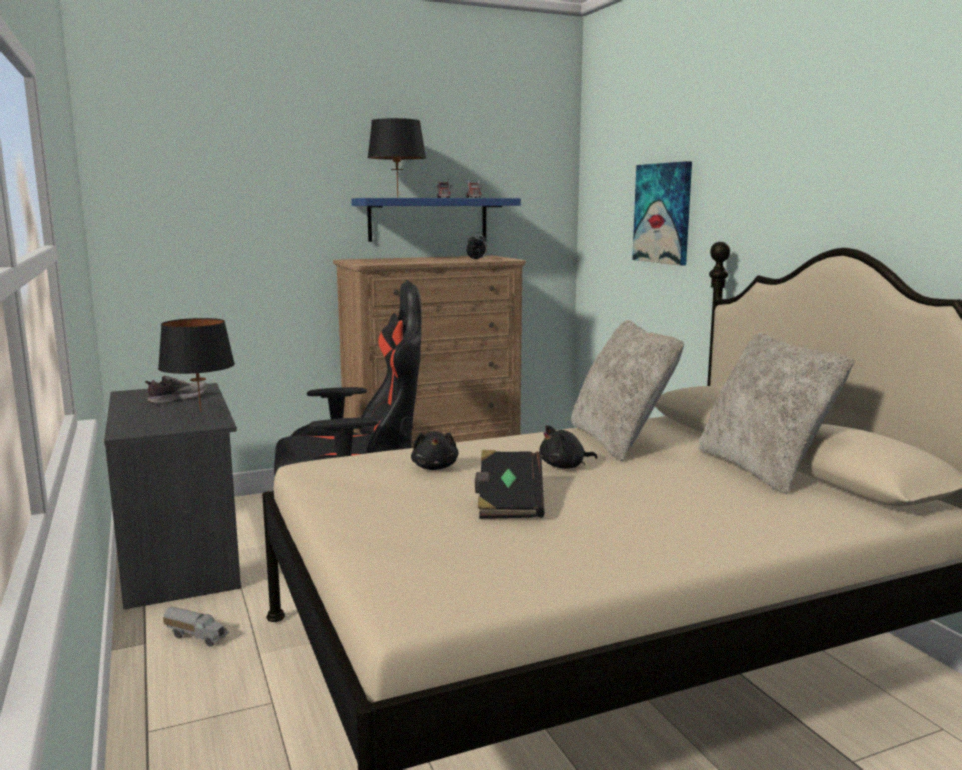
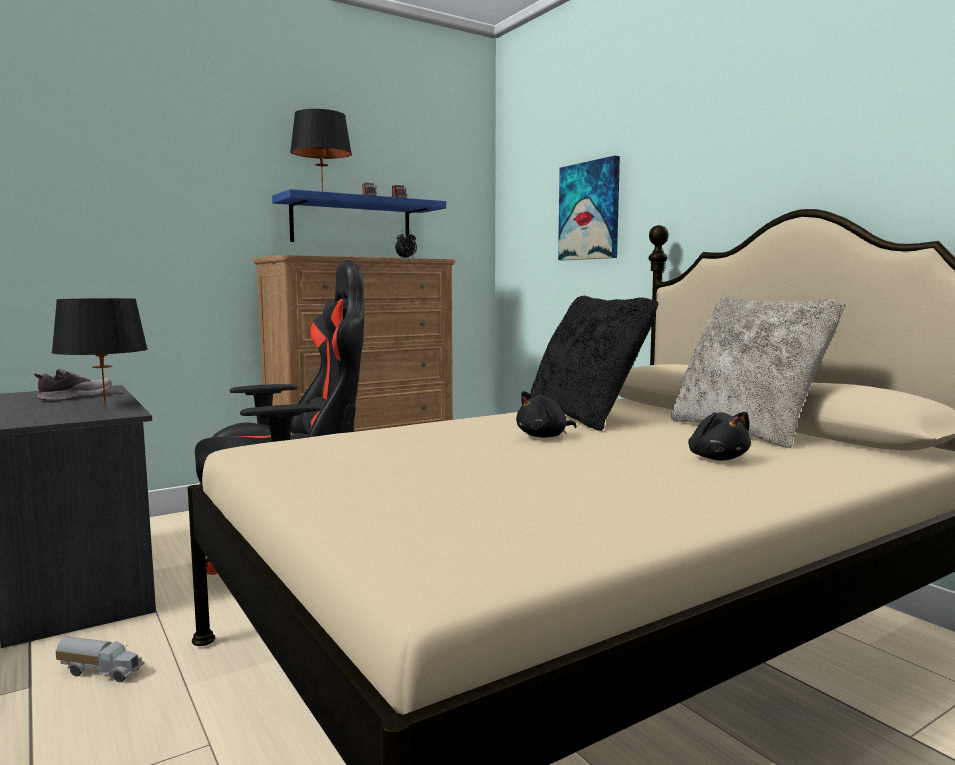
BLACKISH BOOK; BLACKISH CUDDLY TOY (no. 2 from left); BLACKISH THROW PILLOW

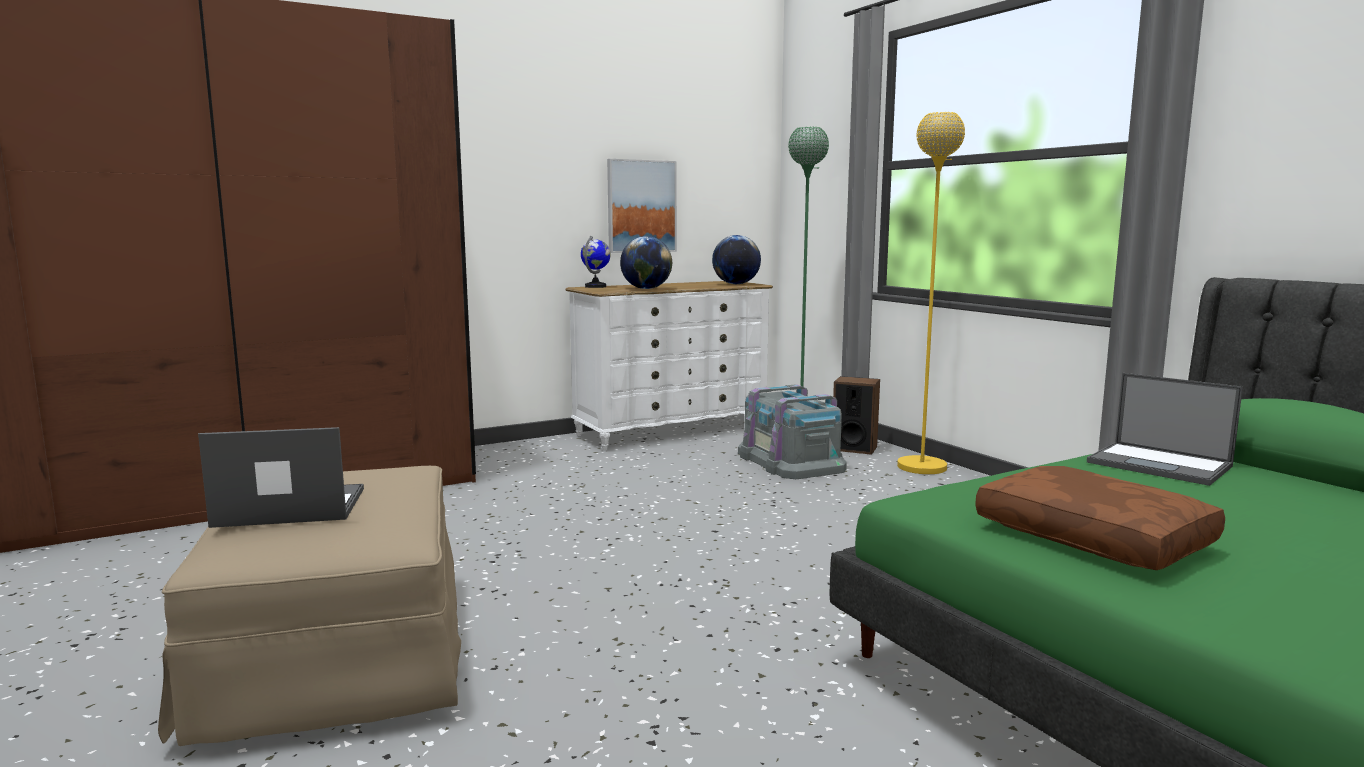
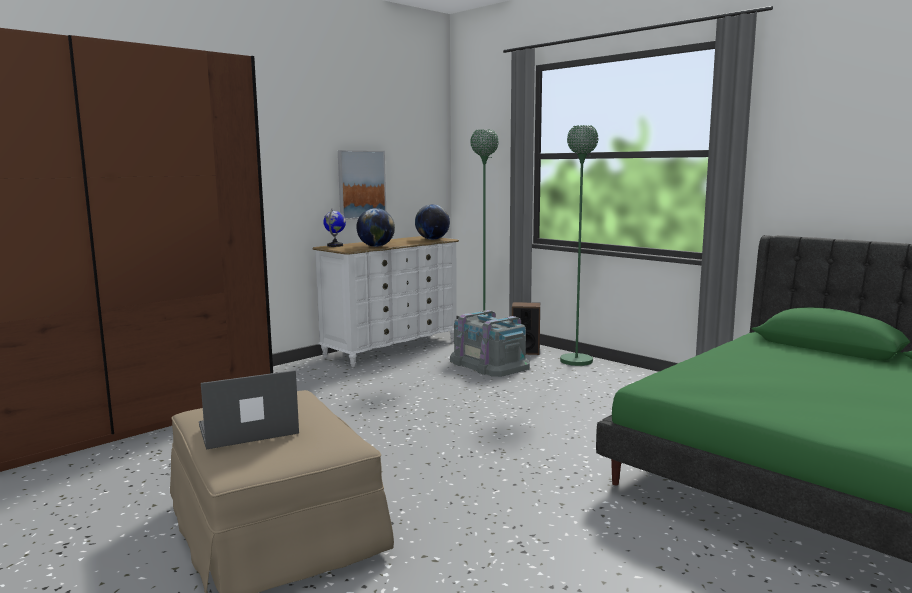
BROWN-COLOURED THROW PILLOW; PORTABLE COMPUTER (no. 2 from left in the first image); GREENISH STANDING LAMP (no. 2 from left)

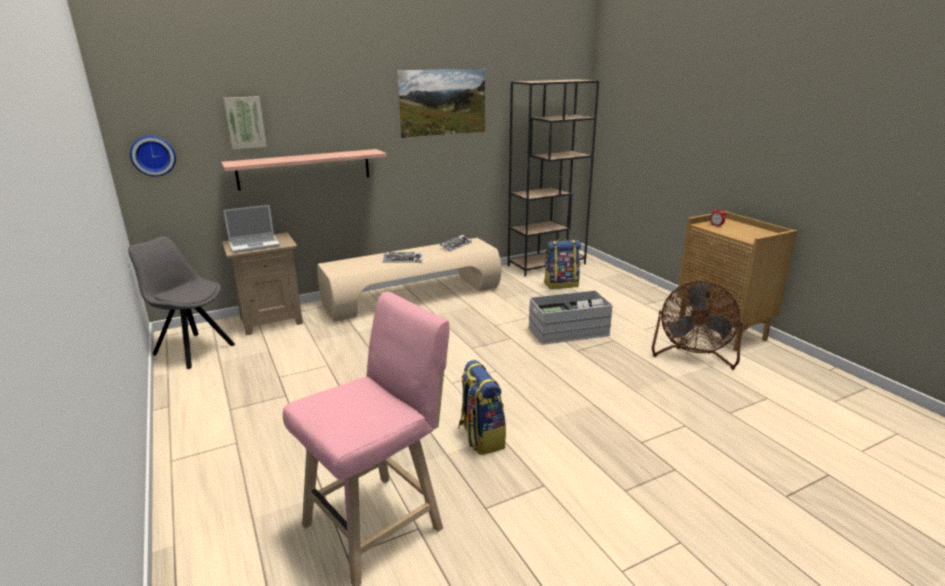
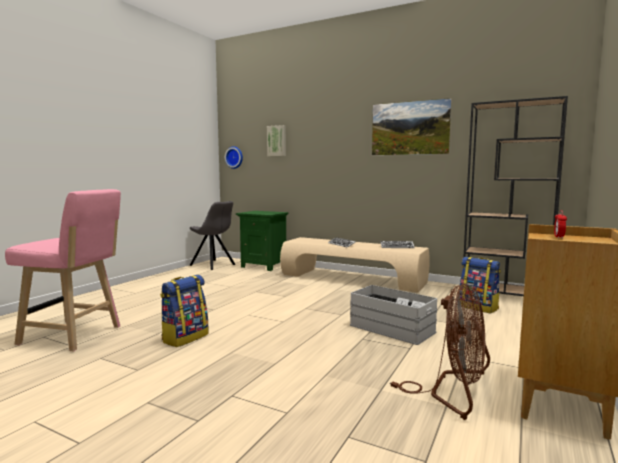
WALL SHELF; PORTABLE COMPUTER; GREENISH BEDSIDE TABLE; GRAY CHAIR; BROWN-COLOURED FAN

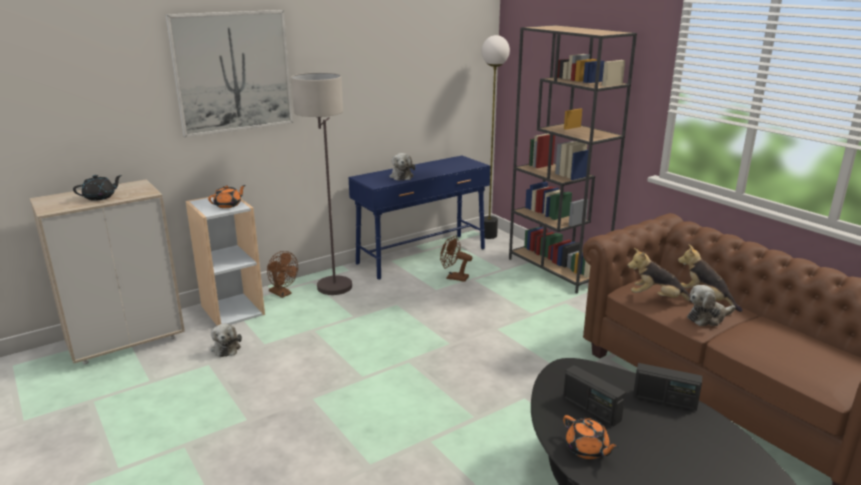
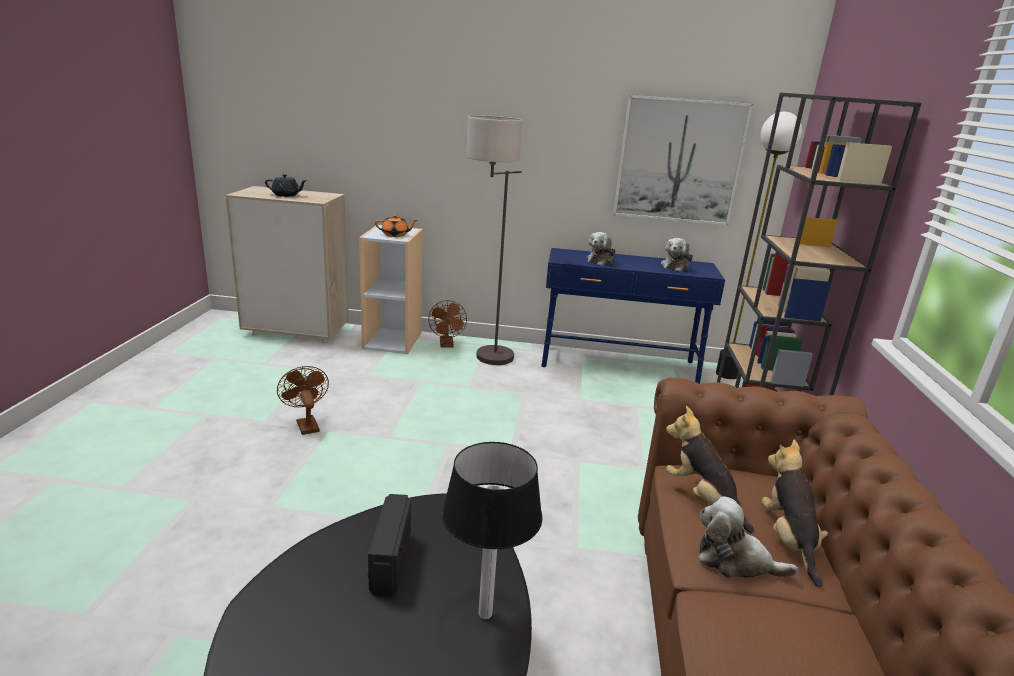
ORANGEY POT FOR TEA (no. 2 from left in the first image); WALL PICTURE; CUDDLY TOY (no. 2 from left); BROWN-COLOURED FAN (no. 1 from left); LAMP FOR A TABLE

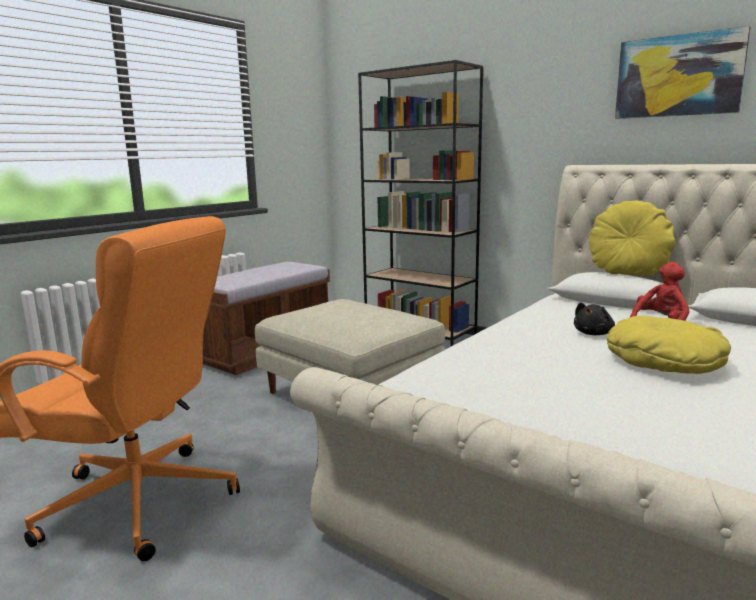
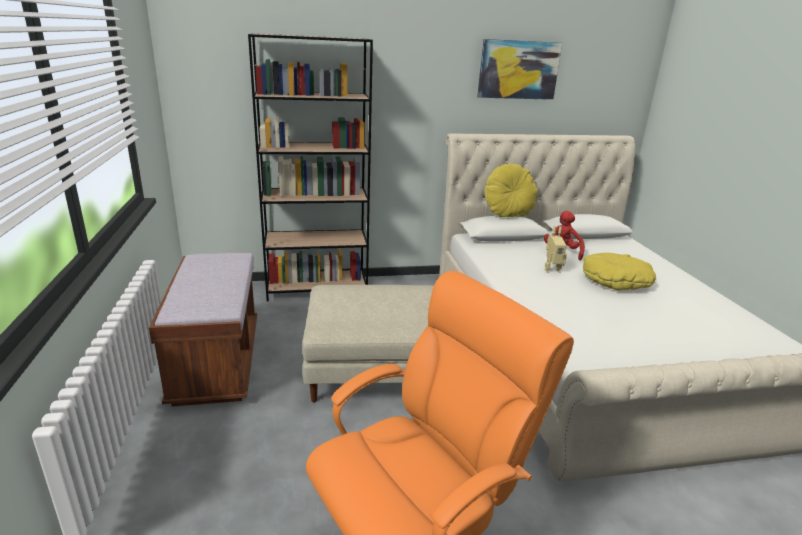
TOY ROBOT

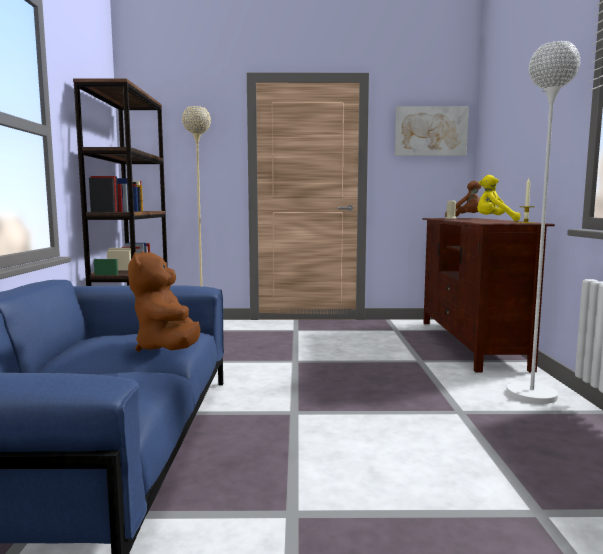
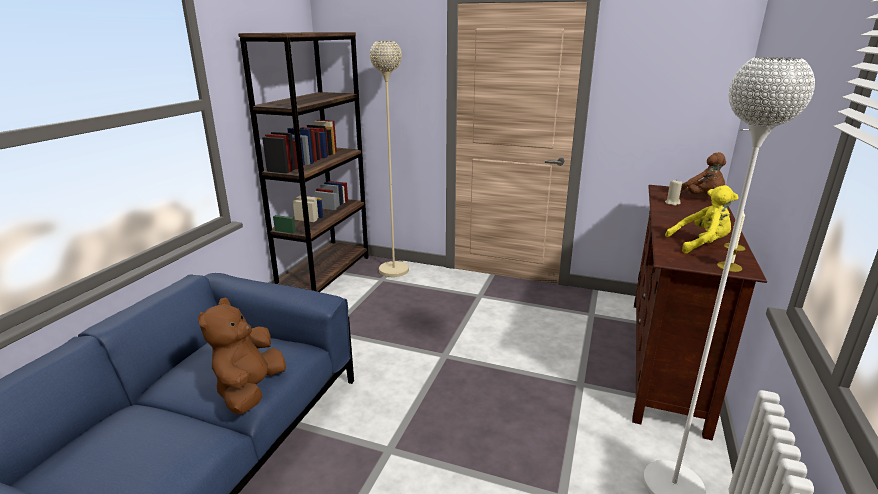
WALL PICTURE; YELLOWISH CUDDLY TOY

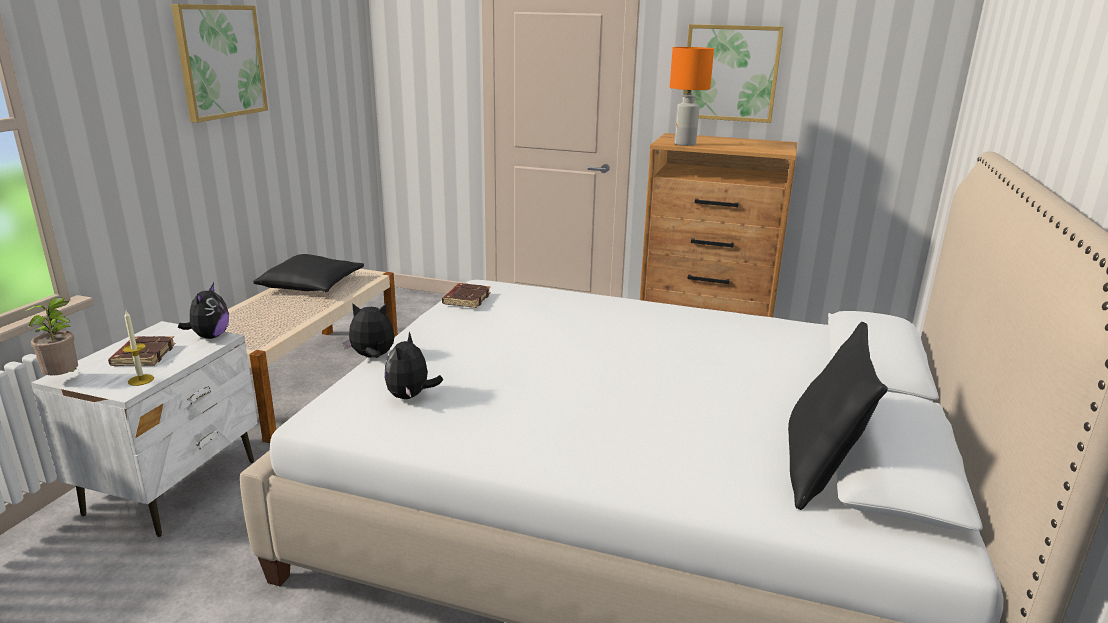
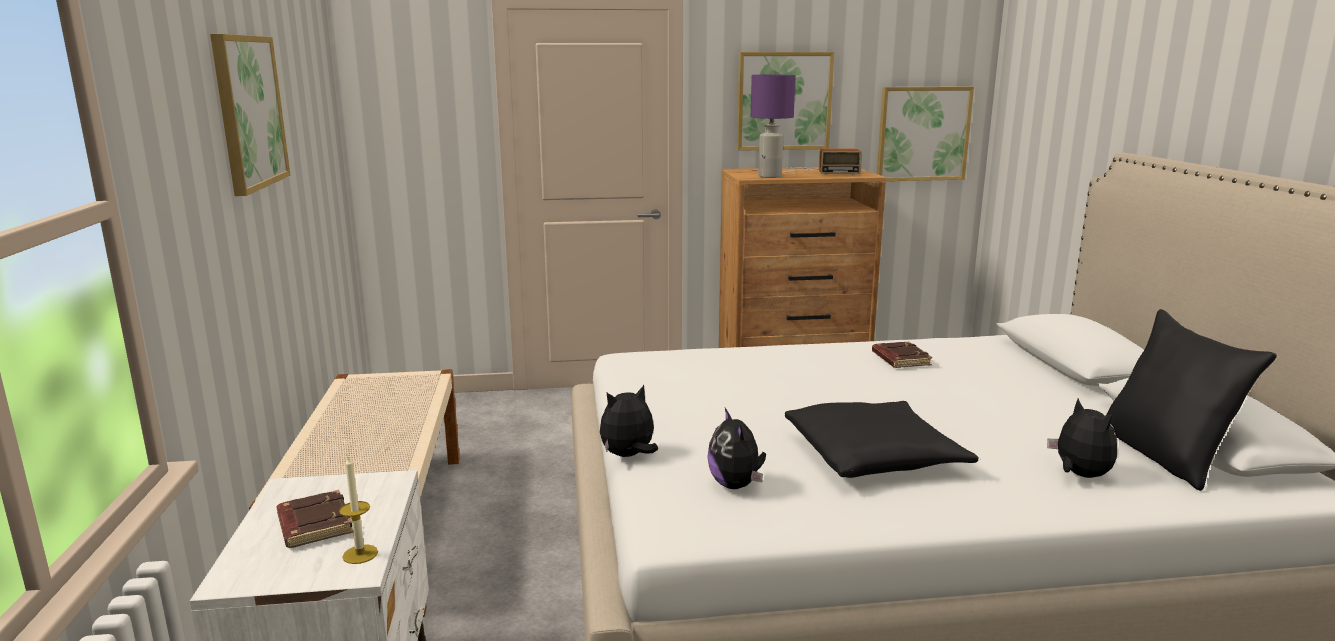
HOUSEPLANT; RADIO SET; WALL PICTURE (no. 3 from left); CUDDLY TOY (no. 3 from left); BLACKISH THROW PILLOW (no. 1 from left); BROWN-COLOURED BOOK (no. 2 from left); PURPLISH LAMP FOR A TABLE

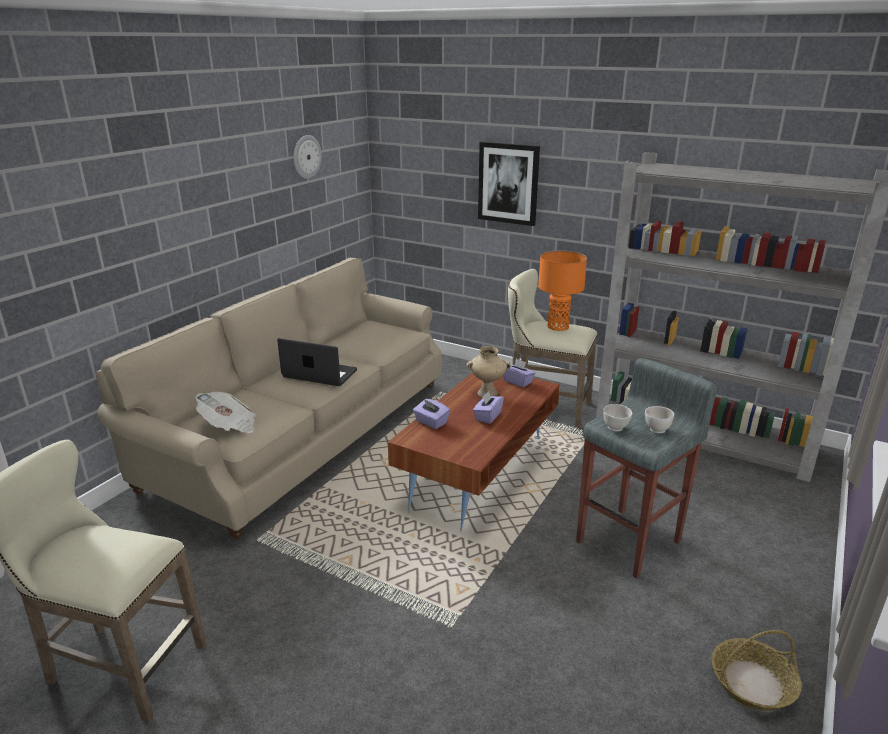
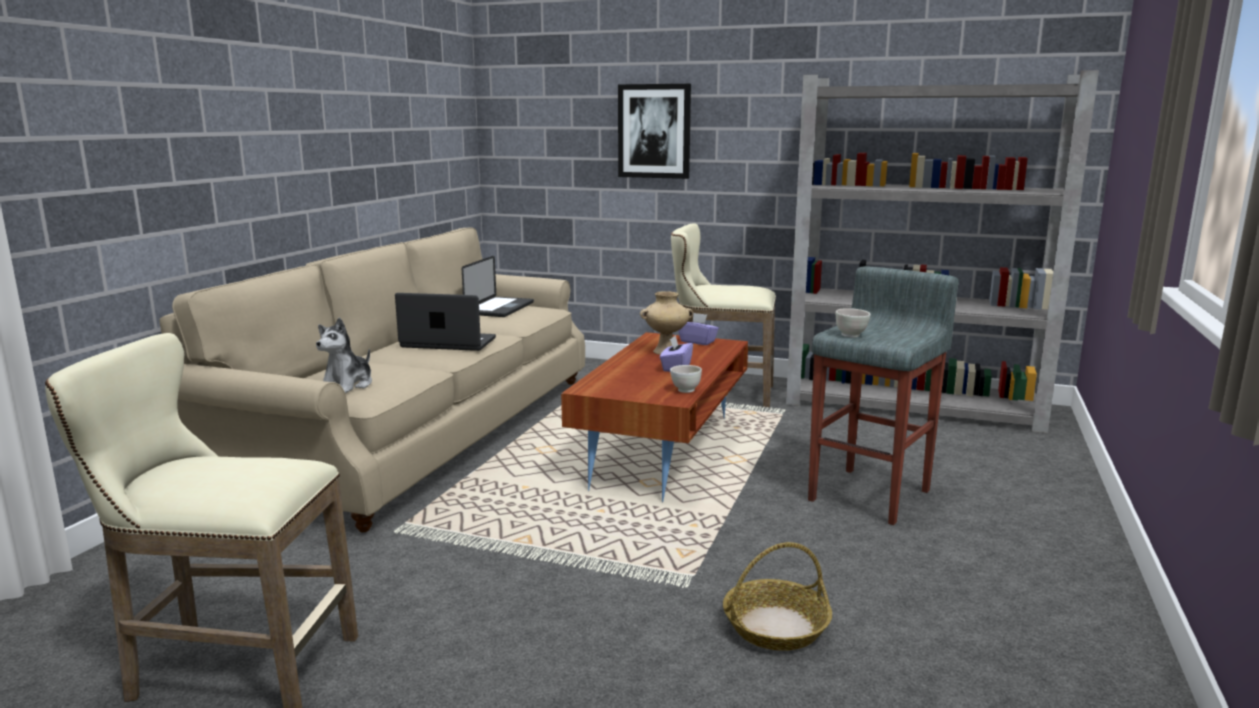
HANGING CLOCK; PURPLISH BOX OF TISSUES (no. 1 from left in the first image); ORANGEY LAMP FOR A TABLE; PORTABLE COMPUTER (no. 2 from left); WHITE-COLOURED BOWL (no. 1 from left); BASKET; CUDDLY TOY

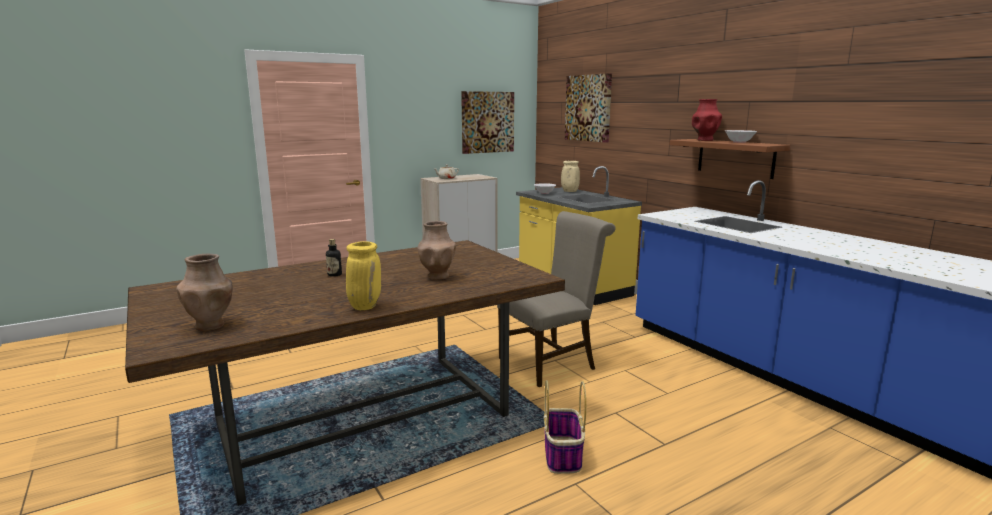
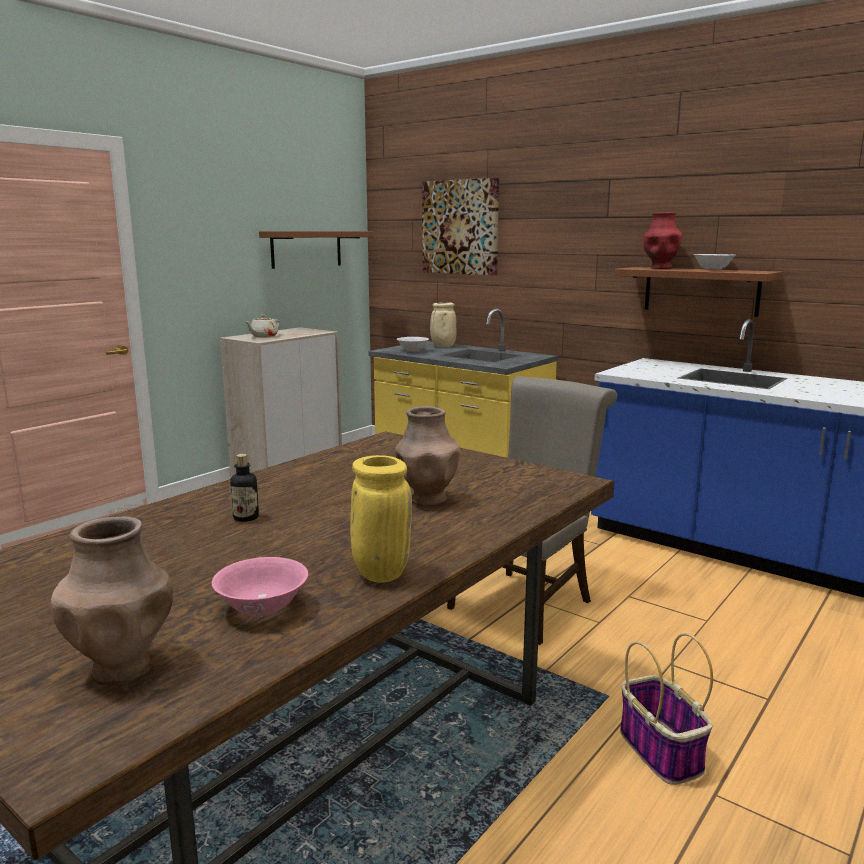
PINK-COLOURED BOWL; BROWN-COLOURED WALL SHELF (no. 1 from left)

